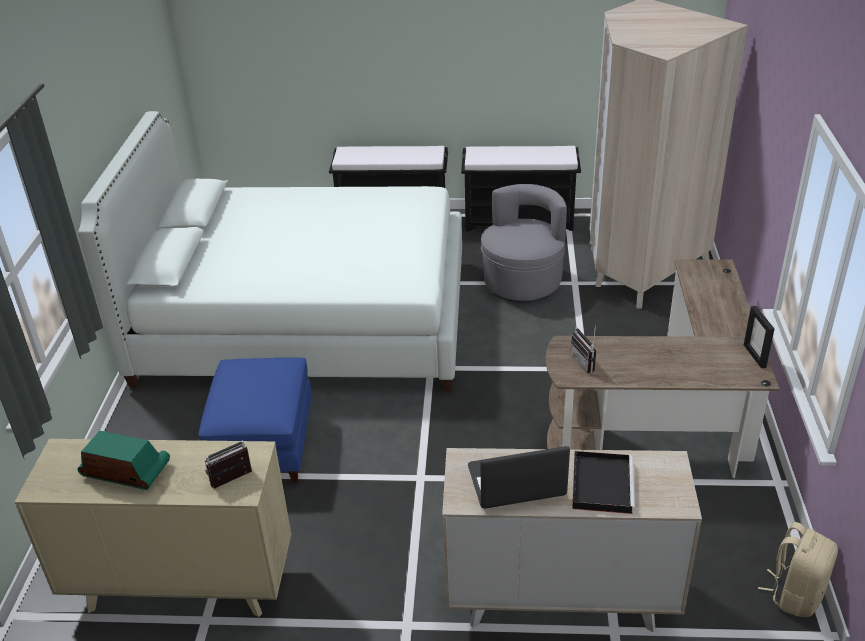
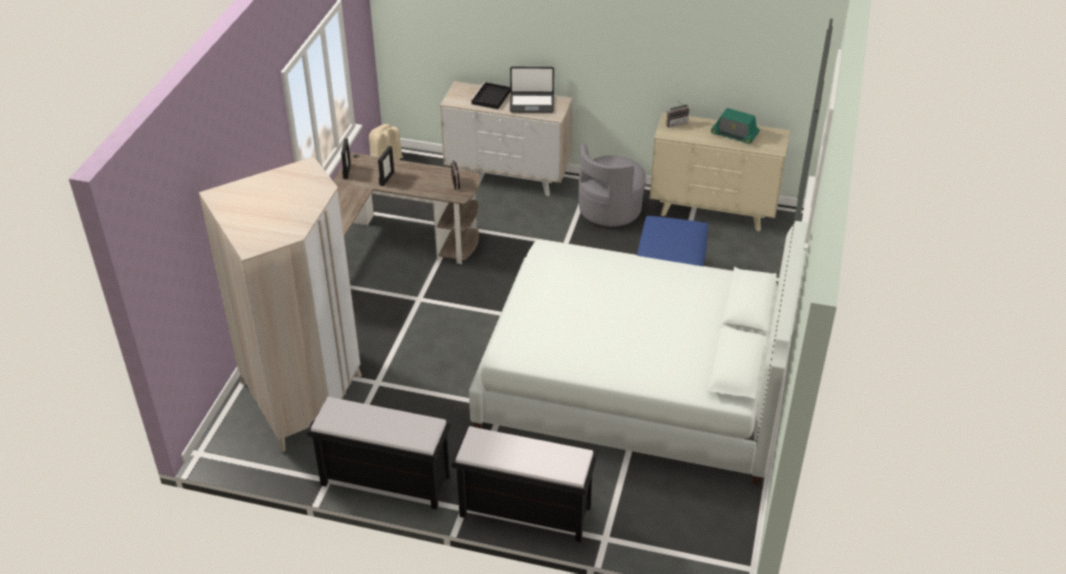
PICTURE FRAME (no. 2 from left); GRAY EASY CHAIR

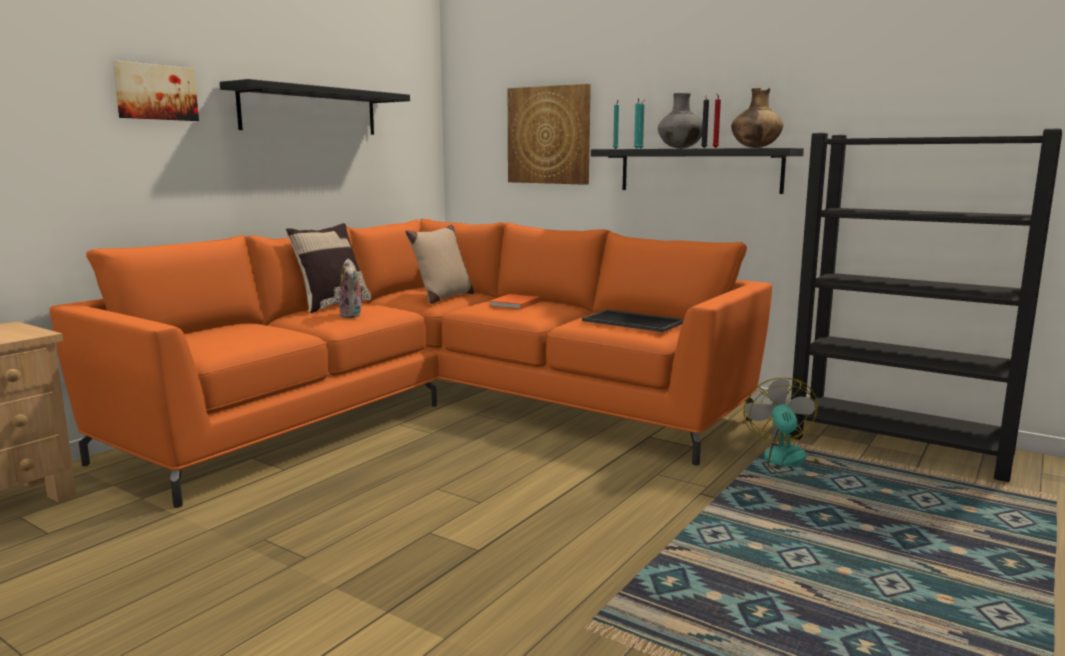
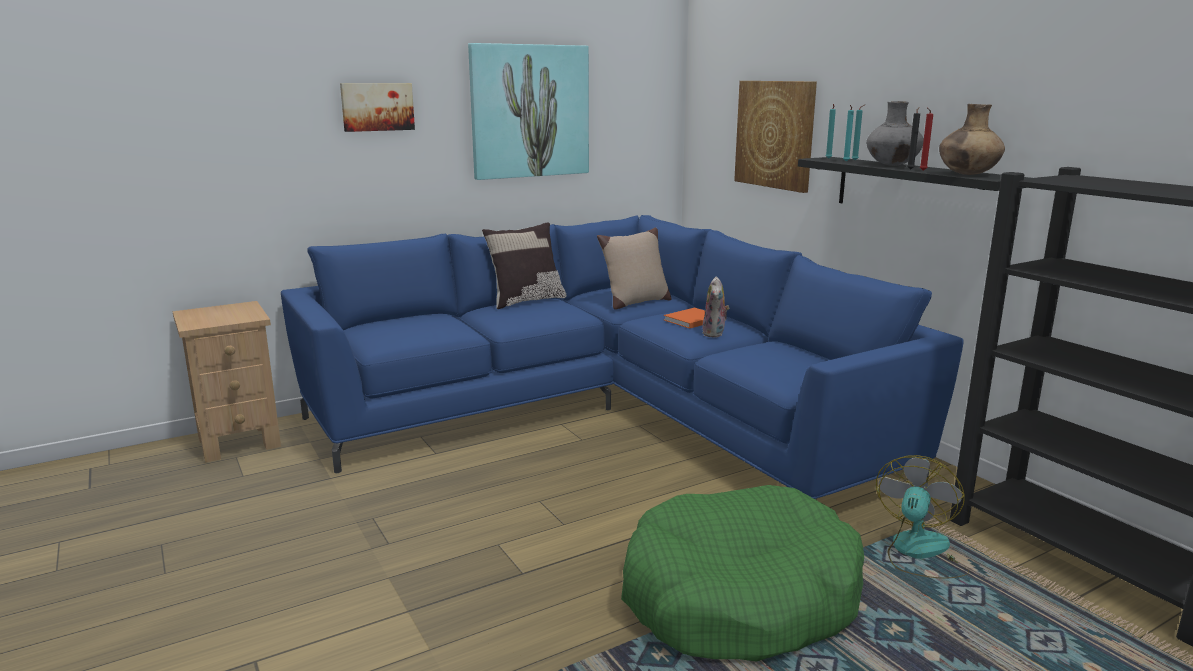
SERVING TRAY; GREENISH PET BED; CUDDLY TOY; WALL PICTURE (no. 2 from left); BLUISH SETTEE

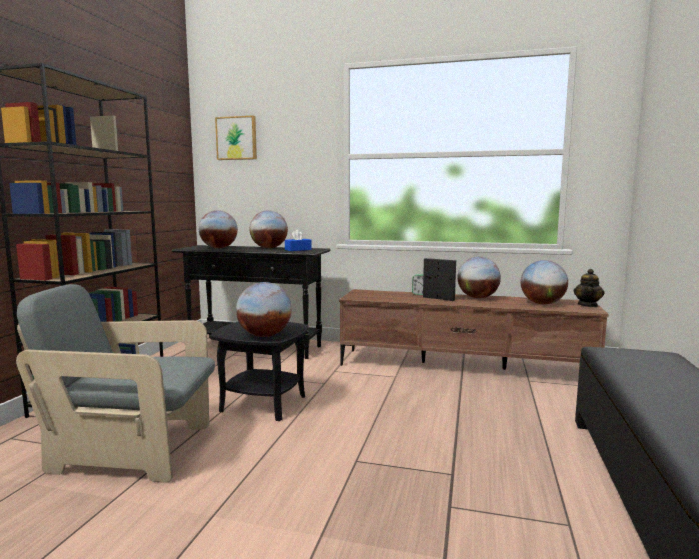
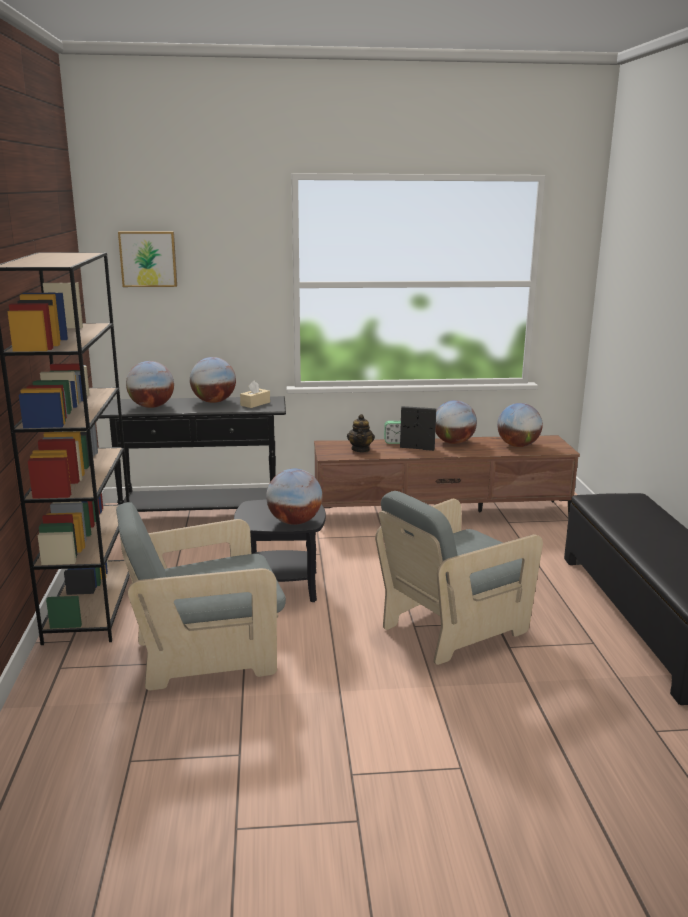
GRAY EASY CHAIR (no. 2 from left); POT FOR TEA; BEIGE BOX OF TISSUES

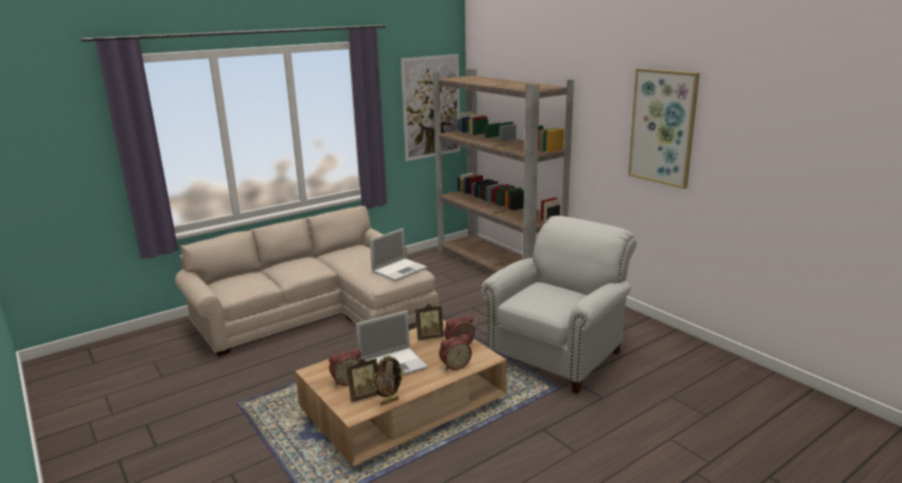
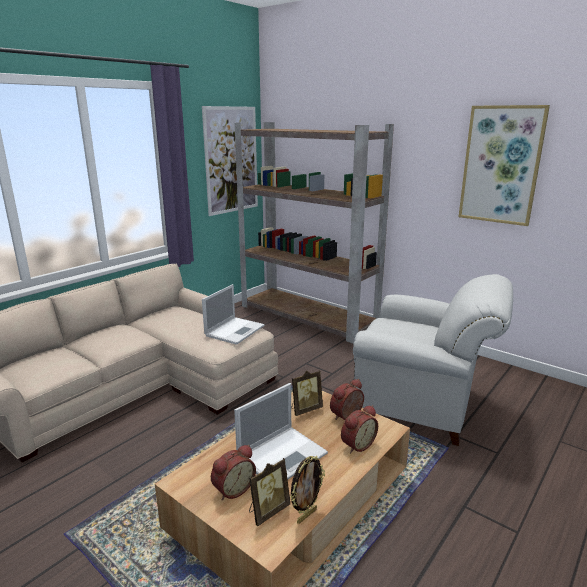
WHITE-COLOURED EASY CHAIR

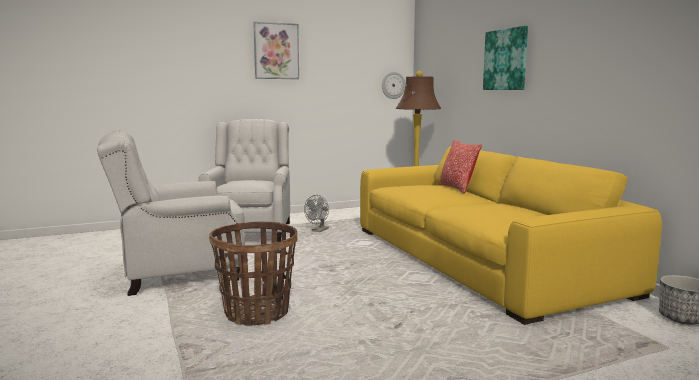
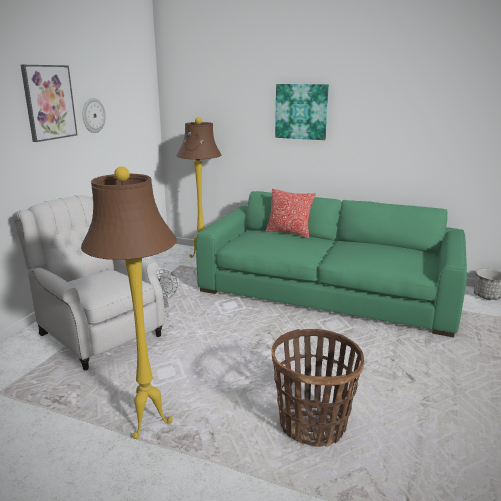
HANGING CLOCK; BROWN-COLOURED STANDING LAMP (no. 1 from left); GREENISH SETTEE

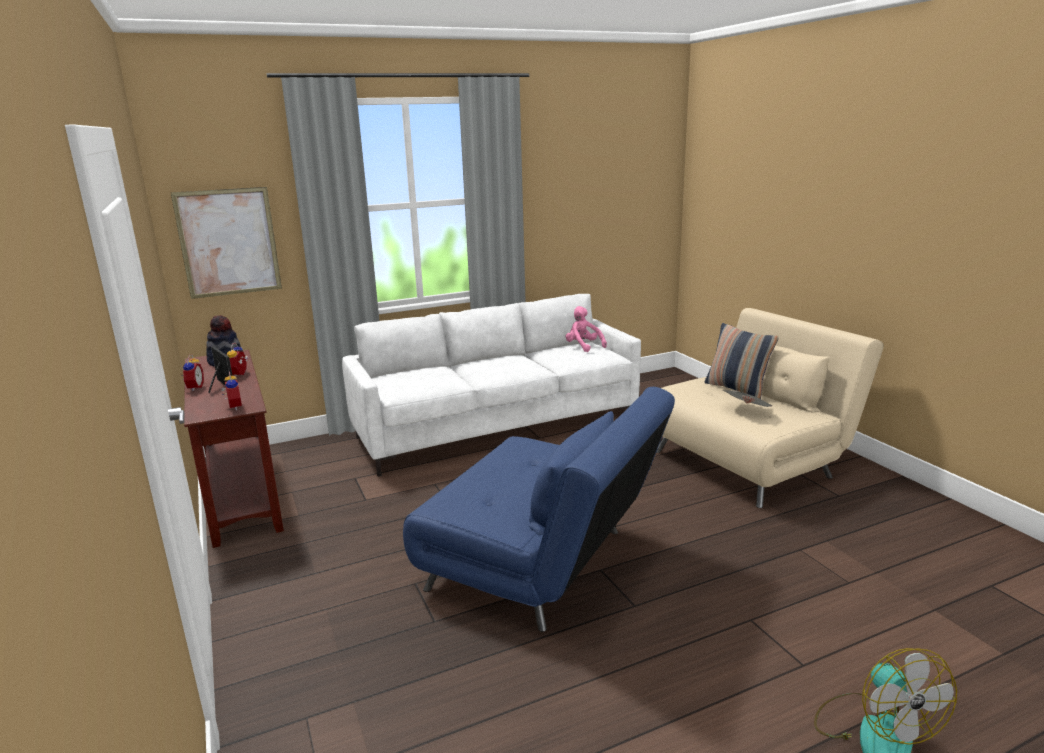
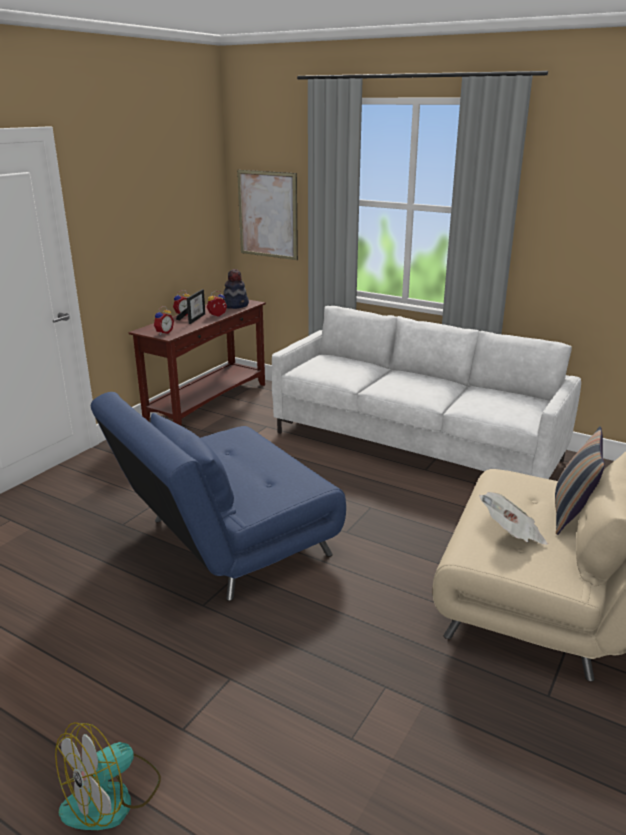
PINK-COLOURED CUDDLY TOY; BLUISH EASY CHAIR

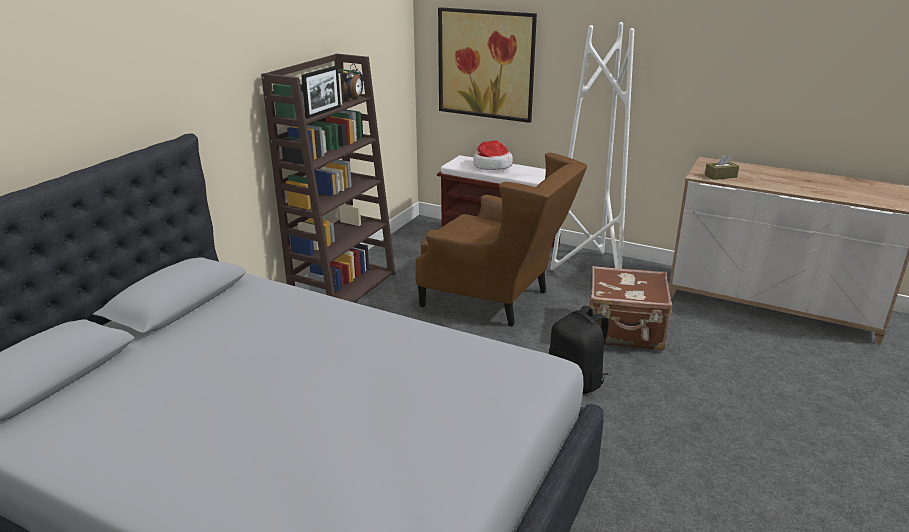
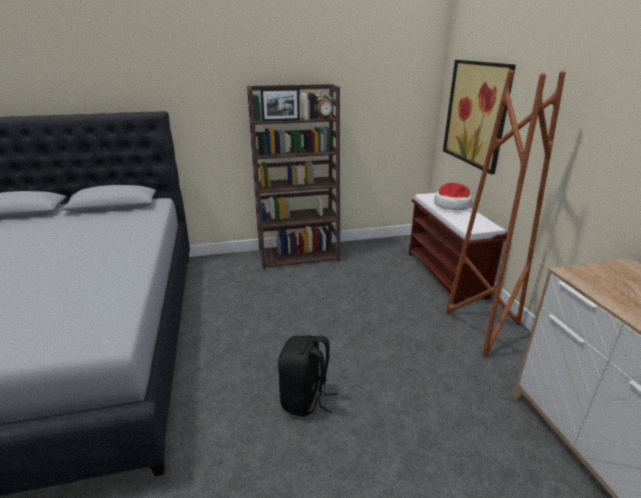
BROWN-COLOURED EASY CHAIR; BROWN-COLOURED TRAVEL CASE; BROWN-COLOURED BOX OF TISSUES; BROWN-COLOURED GARMENT RACK

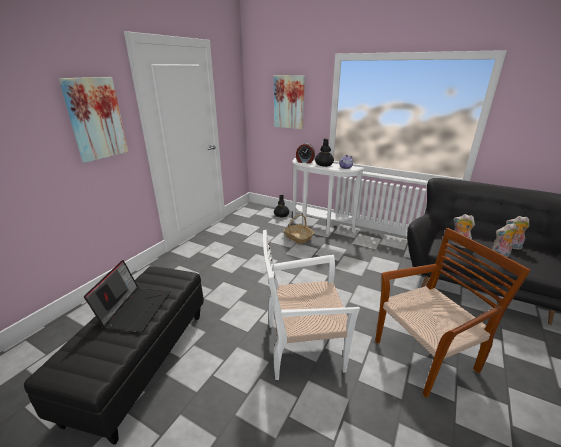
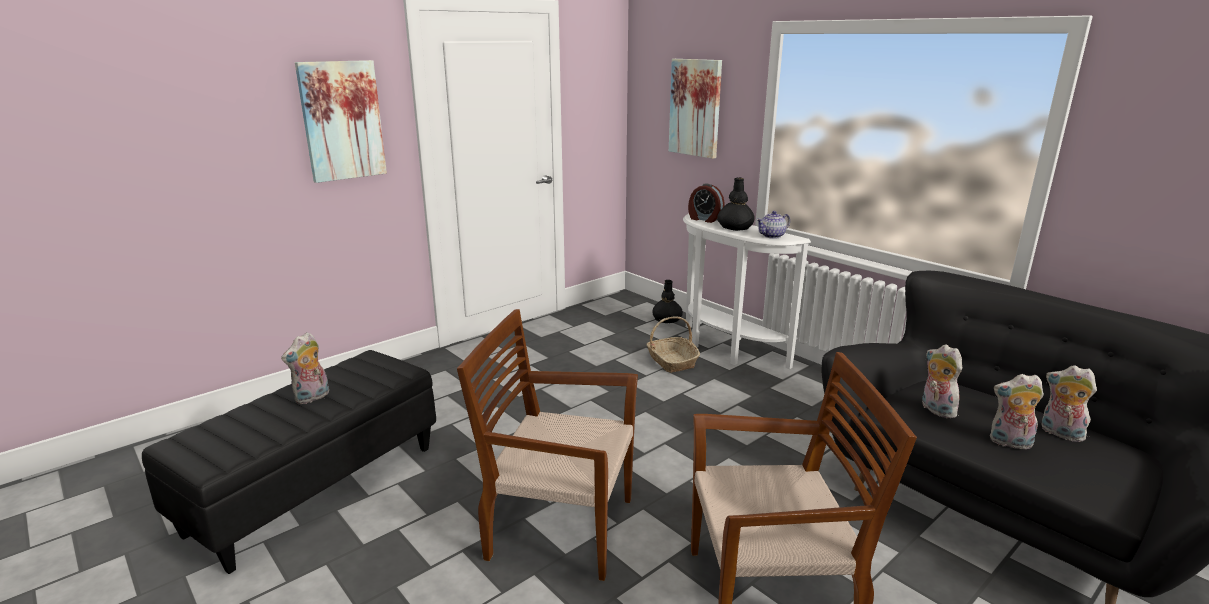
CUDDLY TOY (no. 1 from left); BROWN-COLOURED EASY CHAIR (no. 1 from left)

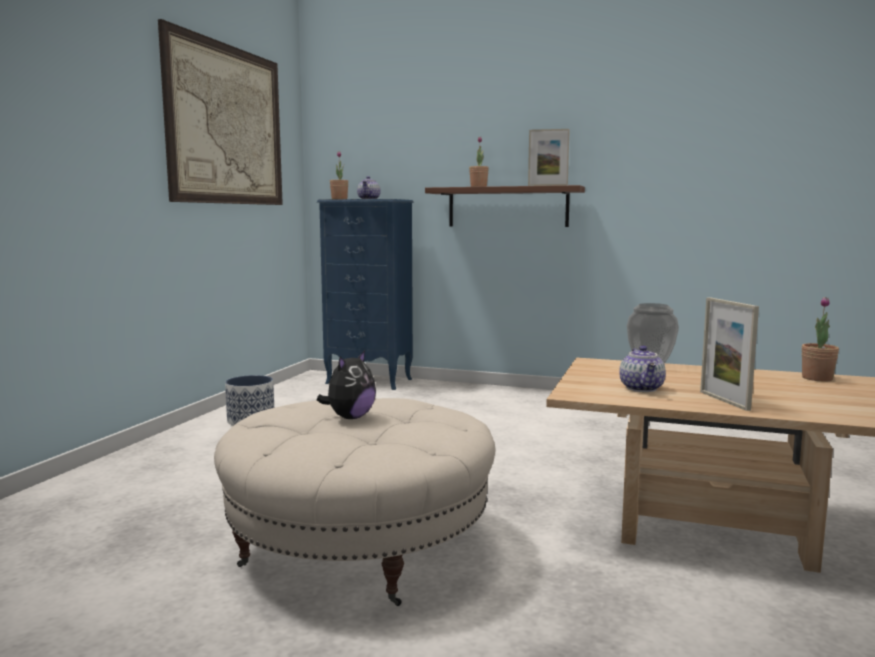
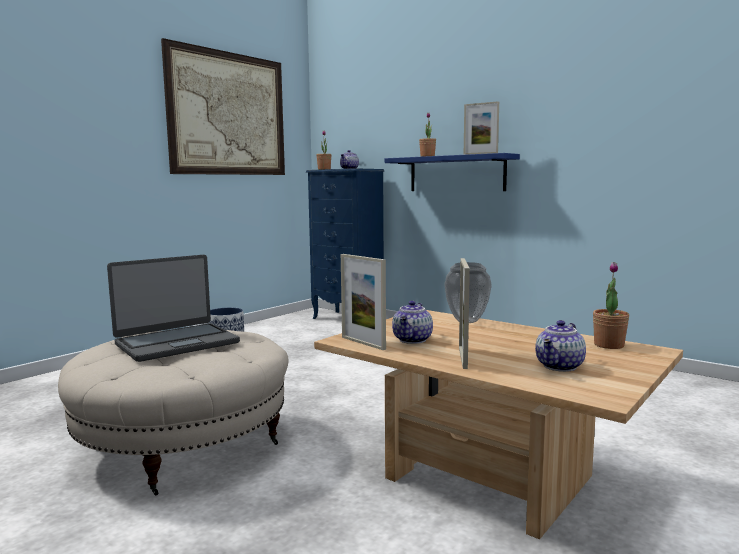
PICTURE FRAME (no. 1 from left); POT FOR TEA (no. 3 from left); PORTABLE COMPUTER; BLUISH WALL SHELF

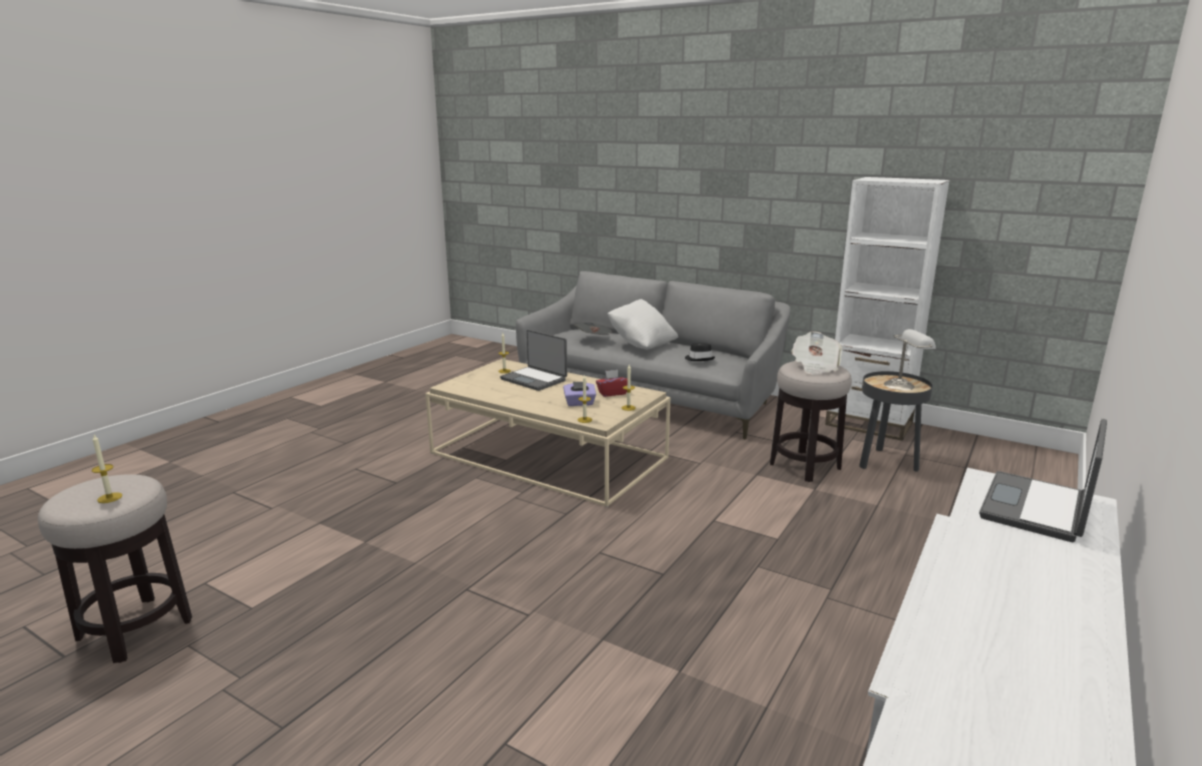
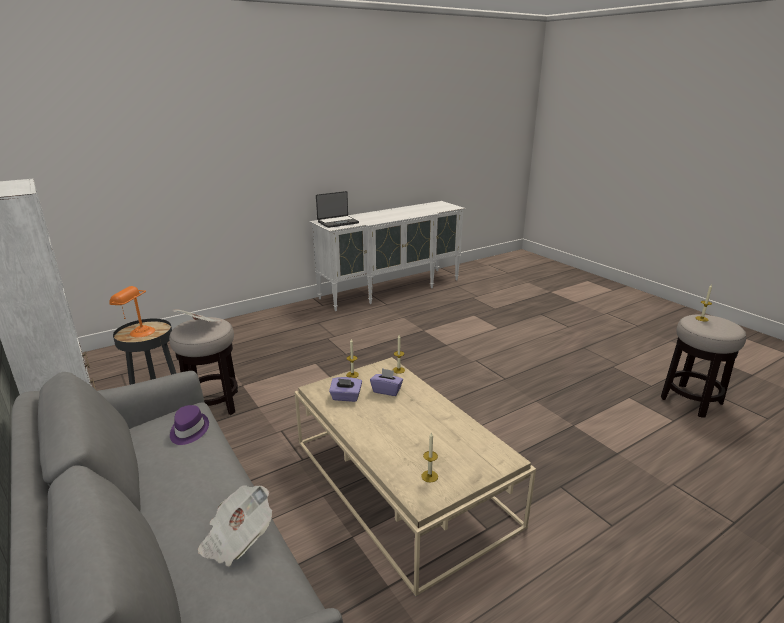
PORTABLE COMPUTER (no. 1 from left in the first image); WHITE-COLOURED THROW PILLOW; PURPLISH BOX OF TISSUES (no. 1 from left); PURPLISH HAT; ORANGEY LAMP FOR A TABLE

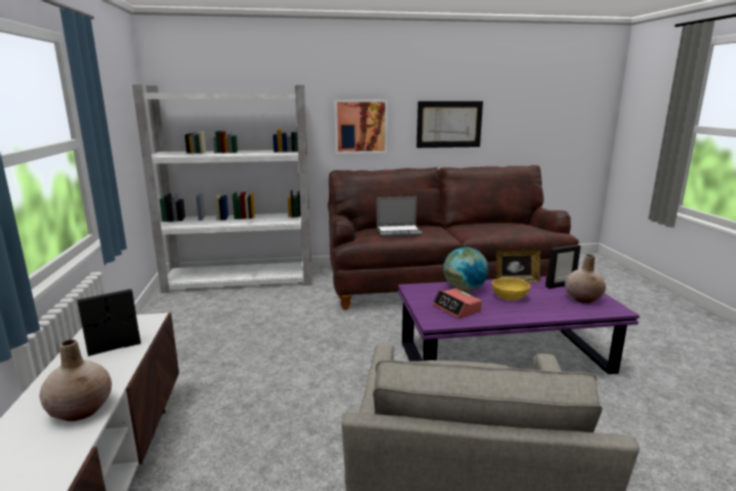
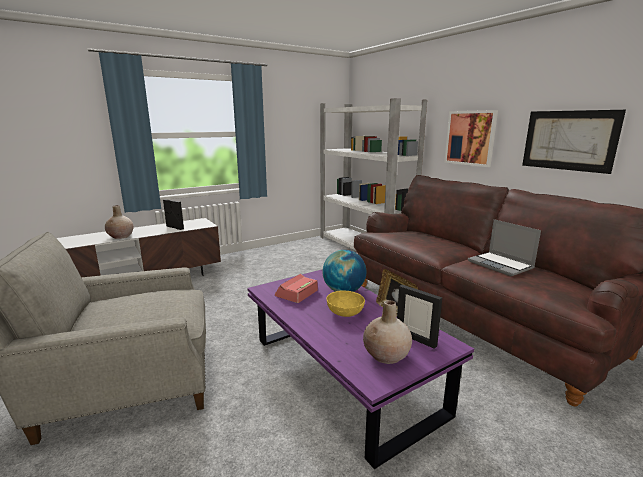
PORTABLE COMPUTER

